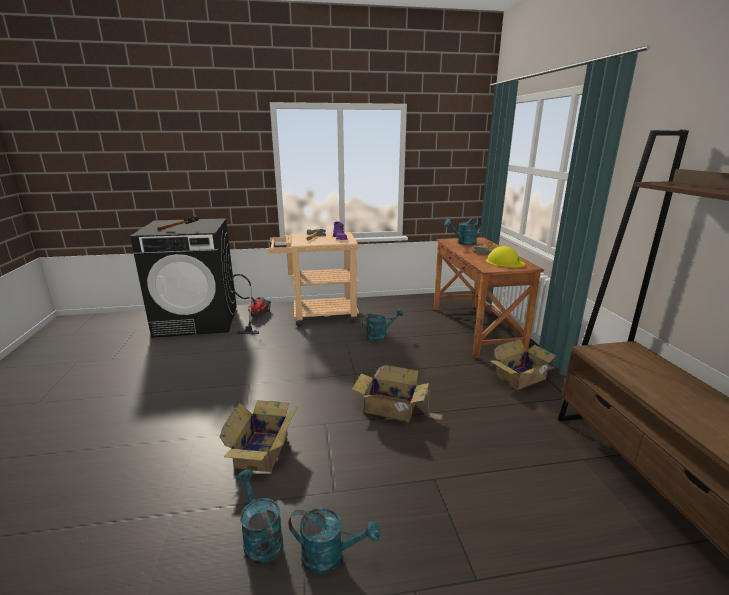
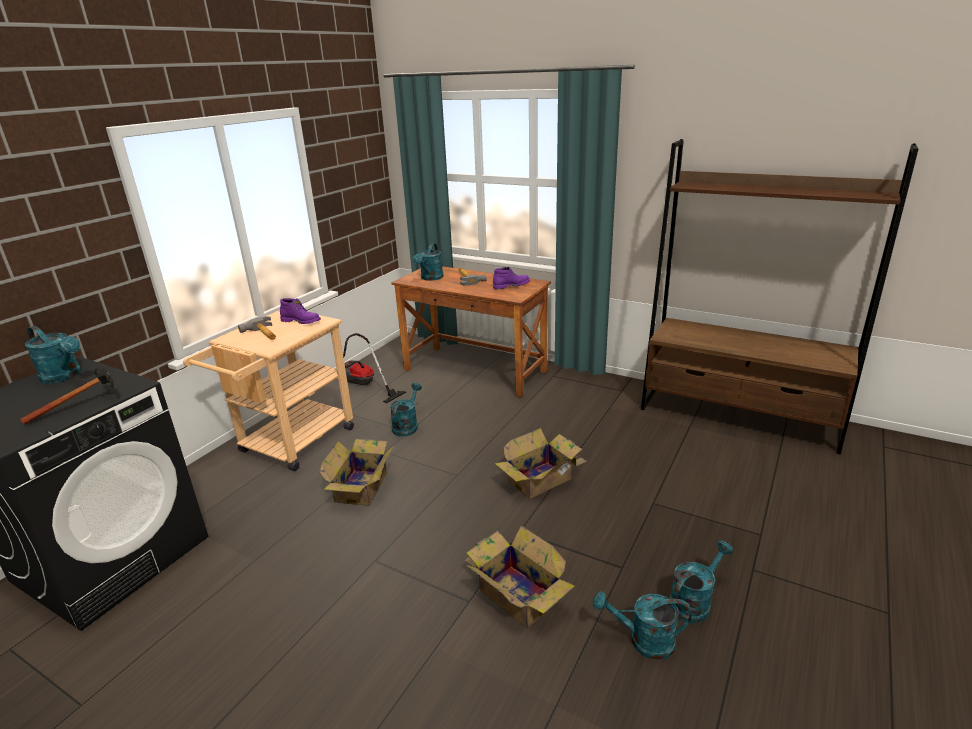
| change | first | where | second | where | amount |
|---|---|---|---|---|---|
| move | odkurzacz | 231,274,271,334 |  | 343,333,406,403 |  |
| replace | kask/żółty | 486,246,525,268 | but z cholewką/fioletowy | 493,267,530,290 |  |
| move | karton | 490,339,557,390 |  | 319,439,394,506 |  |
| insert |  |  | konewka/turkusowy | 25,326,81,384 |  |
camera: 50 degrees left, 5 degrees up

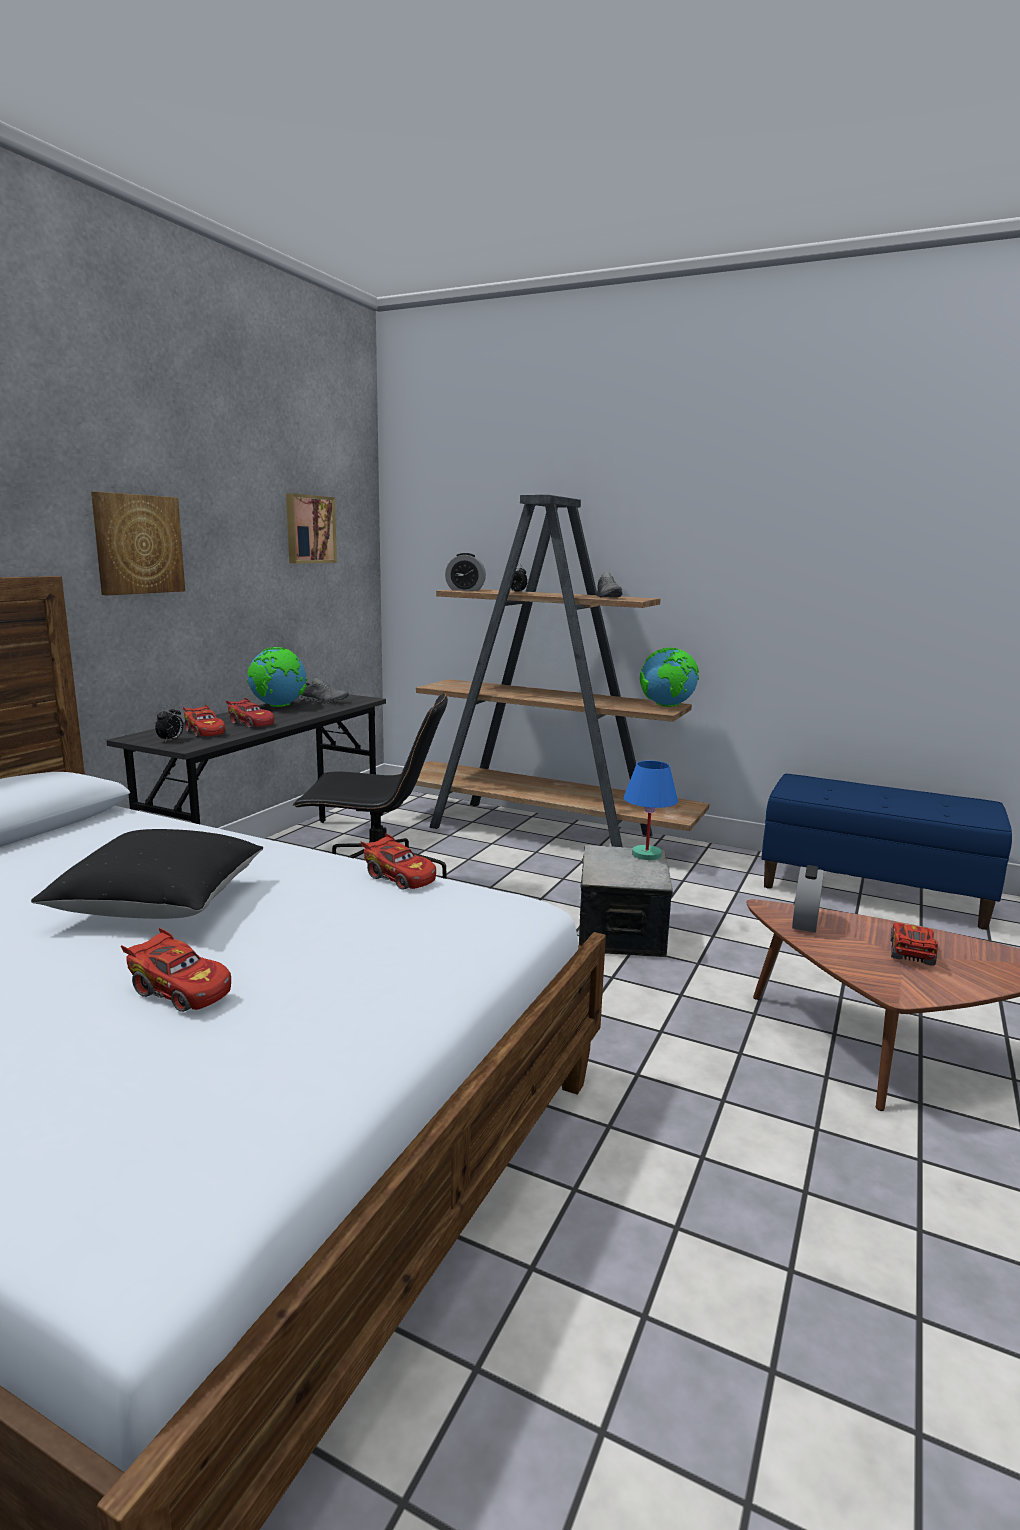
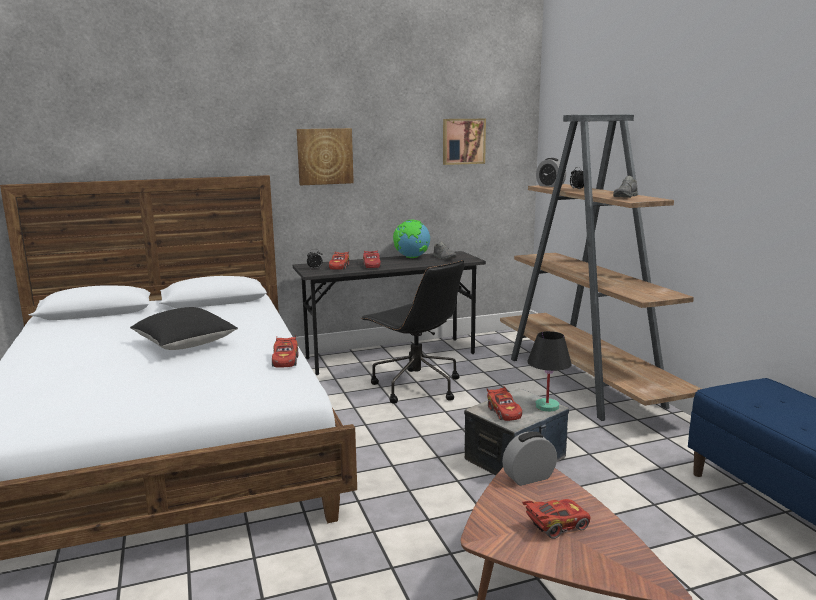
| change | first | where | second | where | amount |
|---|---|---|---|---|---|
| move | samochodzik/czerwony | 121,928,231,1012 |  | 487,386,522,421 |  |
| recolor | lampa stołowa/niebieski | 624,761,678,860 | lampa stołowa/czarny | 527,331,572,412 |  |
| delete | globus | 640,648,699,707 |  |  |  |
camera: 45 degrees right, 0 degrees up

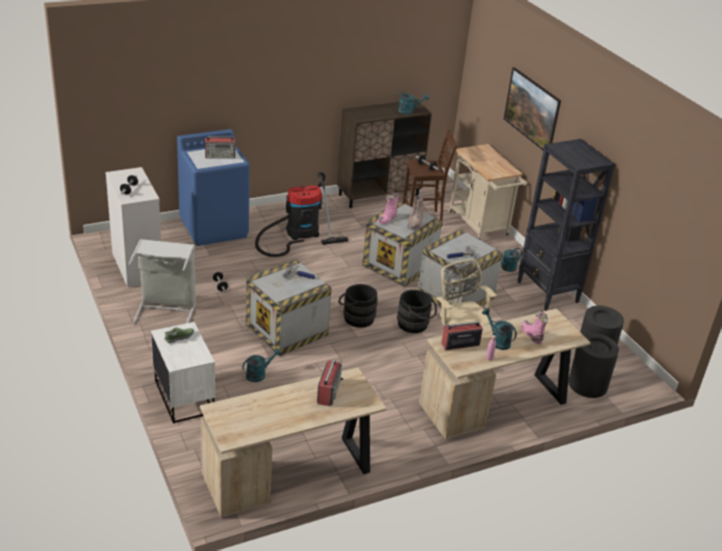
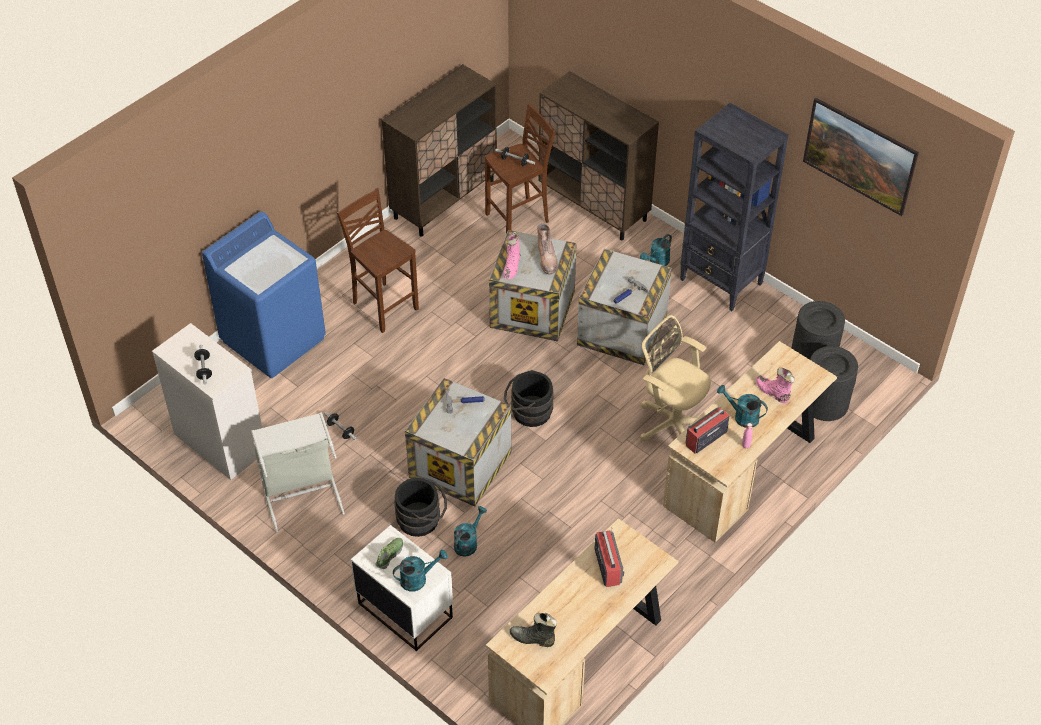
| change | first | where | second | where | amount |
|---|---|---|---|---|---|
| delete | radio | 205,136,235,158 |  |  |  |
| replace | odkurzacz | 255,172,348,257 | stołek/brązowy | 337,188,419,333 |  |
| move | konewka/turkusowy | 395,92,429,114 |  | 393,549,448,591 |  |
| move | wiadro/czarny | 397,290,437,333 |  | 394,476,447,537 |  |
| replace | wózek/beżowy | 448,144,527,240 | szafka/brązowy | 539,71,659,240 |  |
| move | obraz | 504,67,561,150 |  | 803,98,919,216 |  |
| insert |  |  | but z cholewką/czarny | 510,613,557,647 |  |
camera: 20 degrees left, 15 degrees up

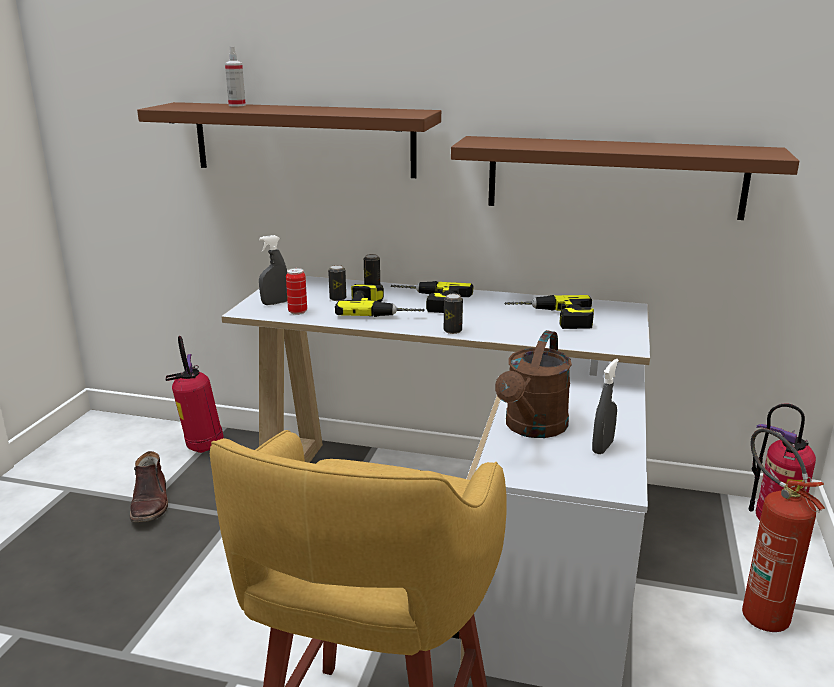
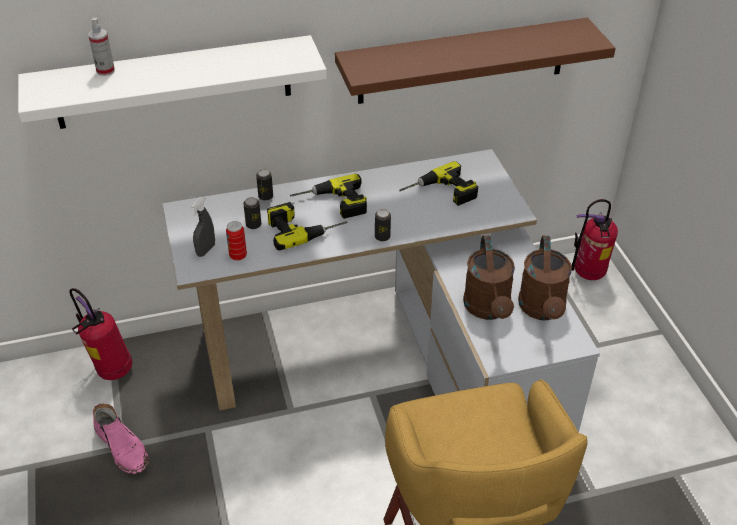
| change | first | where | second | where | amount |
|---|---|---|---|---|---|
| recolor | but z cholewką/brązowy | 130,451,168,522 | but z cholewką/różowy | 93,404,149,474 |  |
| recolor | półka/brązowy | 137,102,441,178 | półka/biały | 18,35,327,129 |  |
| replace | spryskiwacz/szary | 592,359,619,454 | konewka/brązowy | 518,236,572,320 |  |
| delete | gaśnica | 742,428,825,632 |  |  |  |
camera: 30 degrees left, 20 degrees up

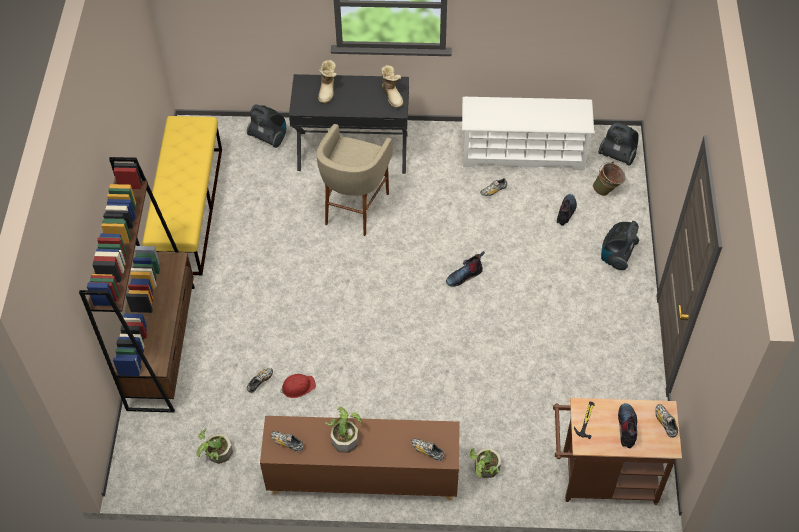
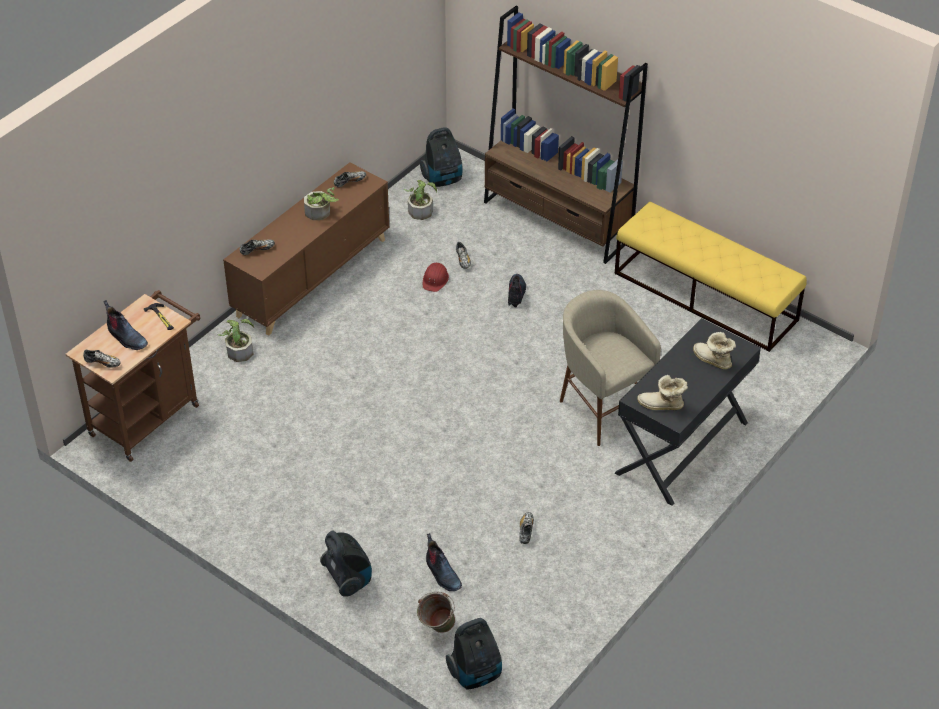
| change | first | where | second | where | amount |
|---|---|---|---|---|---|
| move | odkurzacz | 247,104,286,148 |  | 420,127,462,187 |  |
| move | but z cholewką | 446,251,485,287 |  | 508,274,526,307 |  |
| delete | regał na buty/biały | 462,97,594,170 |  |  |  |
camera: 125 degrees right, 10 degrees down

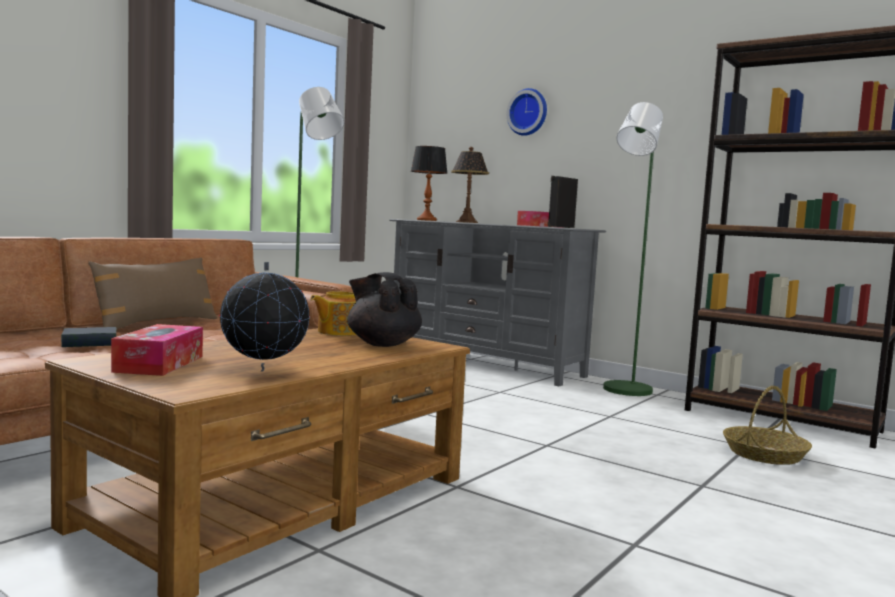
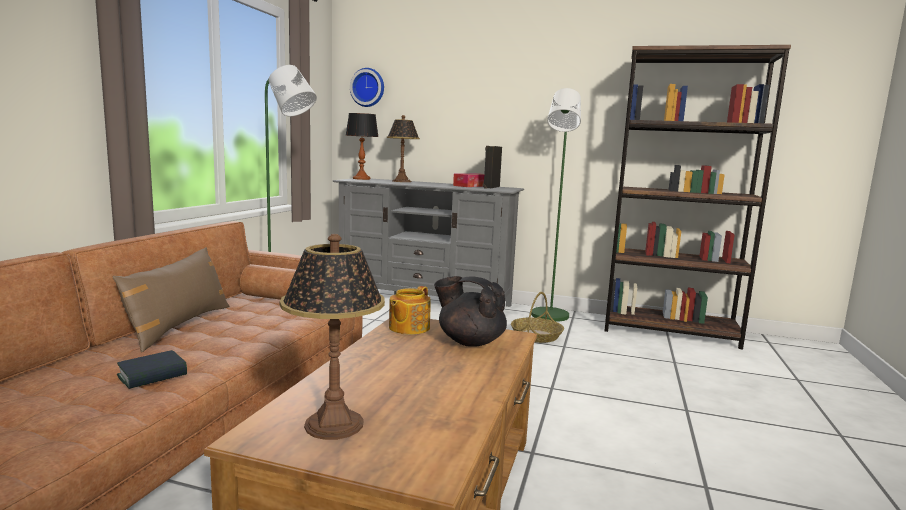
| change | first | where | second | where | amount |
|---|---|---|---|---|---|
| replace | pudełko chusteczek | 111,324,203,376 | lampa stołowa | 279,234,385,440 |  |
| delete | globus | 219,262,310,372 |  |  |  |
| move | zegar ścienny | 506,88,547,136 |  | 350,68,384,107 |  |
| move | koszyk | 723,386,812,465 |  | 511,292,564,343 |  |
camera: 20 degrees left, 5 degrees up

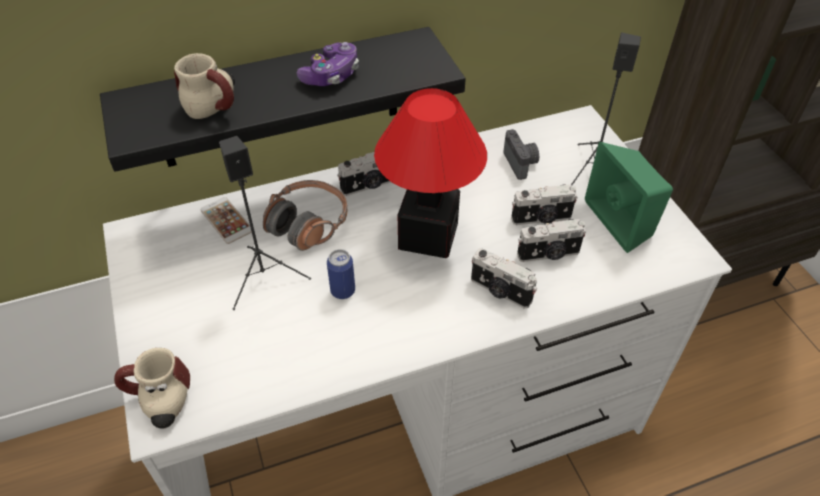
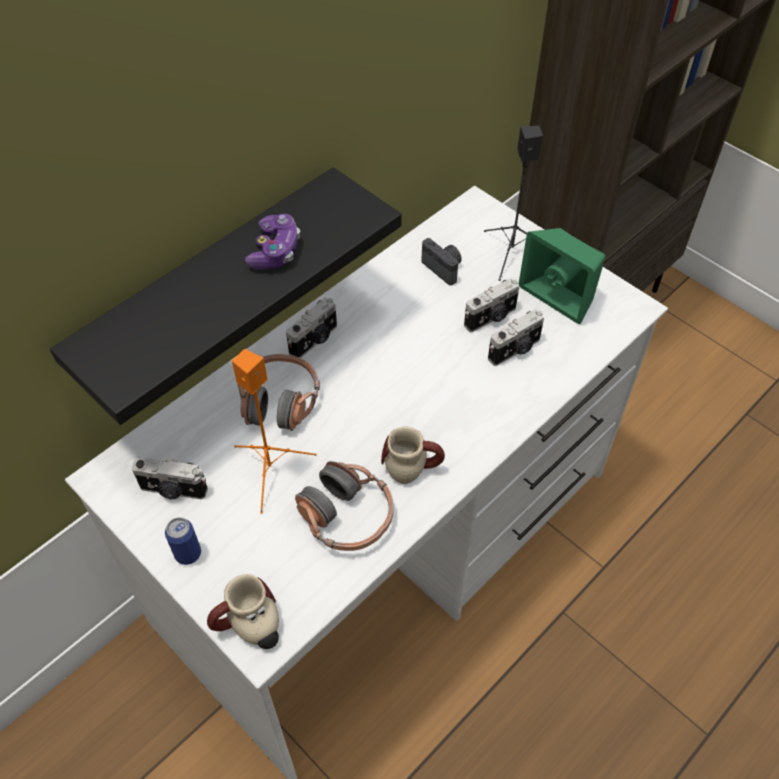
| change | first | where | second | where | amount |
|---|---|---|---|---|---|
| move | kubek | 174,53,235,119 |  | 381,427,445,484 |  |
| delete | telefon | 200,197,252,244 |  |  |  |
| recolor | głośnik/czarny | 219,136,311,310 | głośnik/pomarańczowy | 232,349,316,514 |  |
| move | puszka | 327,249,355,299 |  | 165,517,201,565 |  |
| delete | lampa stołowa | 374,88,487,258 |  |  |  |
| move | aparat fotograficzny | 471,248,537,308 |  | 132,458,208,499 |  |
| insert |  |  | słuchawki | 295,461,394,551 |  |
camera: 25 degrees left, 5 degrees up

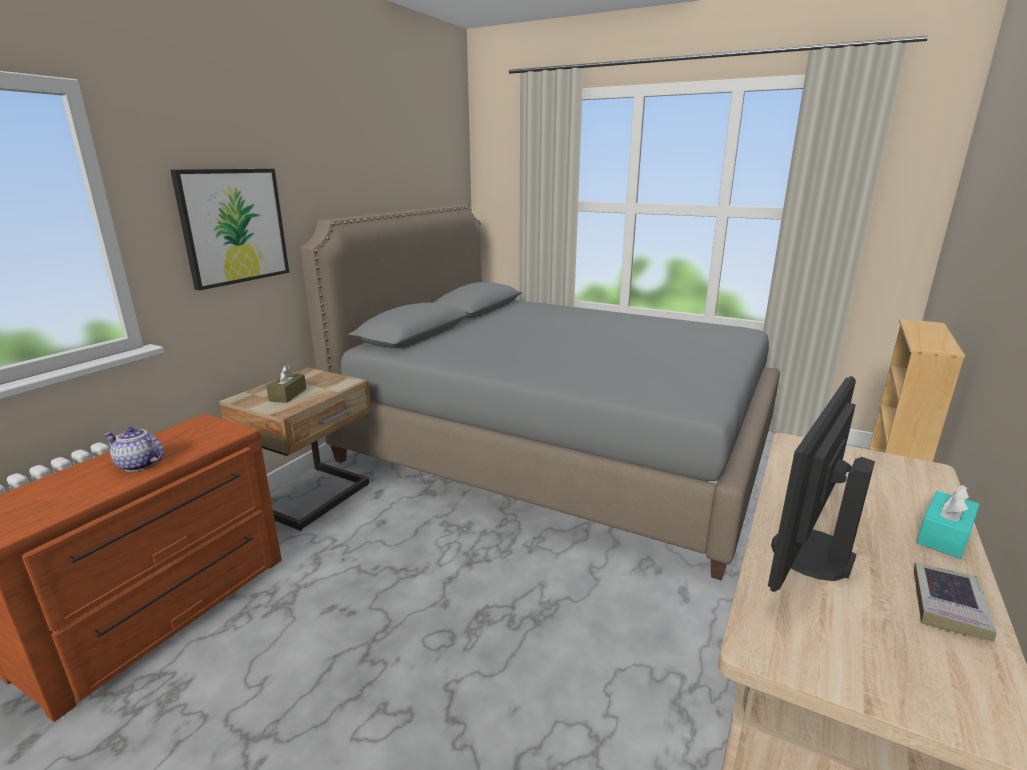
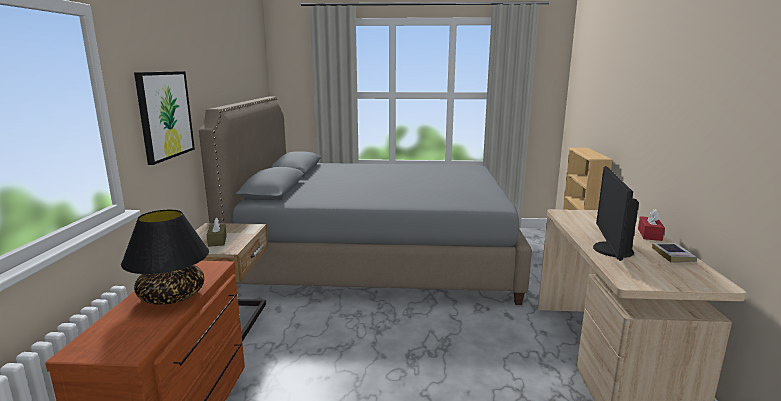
| change | first | where | second | where | amount |
|---|---|---|---|---|---|
| replace | imbryk | 104,427,164,472 | lampa stołowa/czarny | 121,210,209,305 |  |
| recolor | pudełko chusteczek/turkusowy | 916,485,980,559 | pudełko chusteczek/czerwony | 638,209,665,241 |  |
camera: 25 degrees left, 5 degrees down

